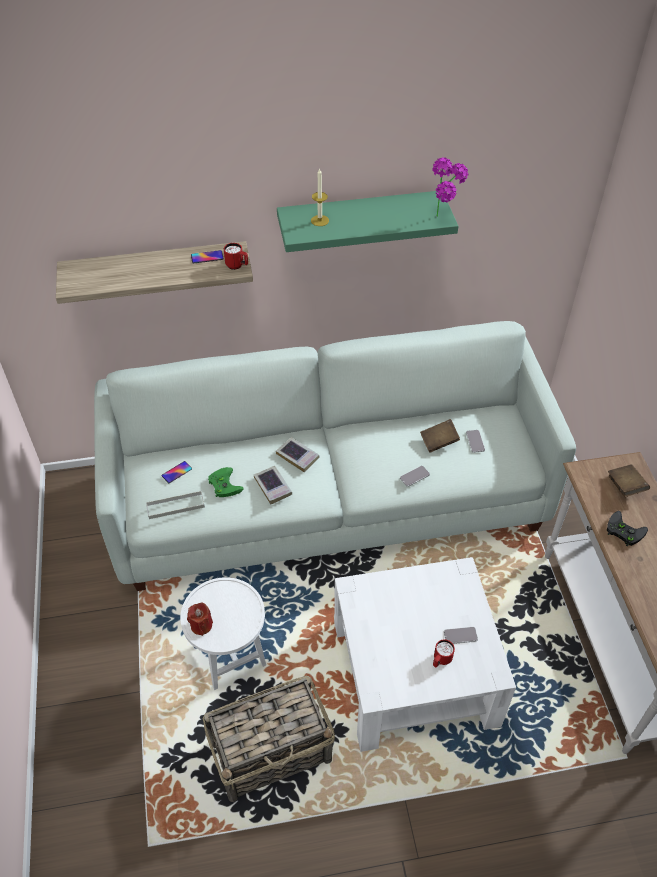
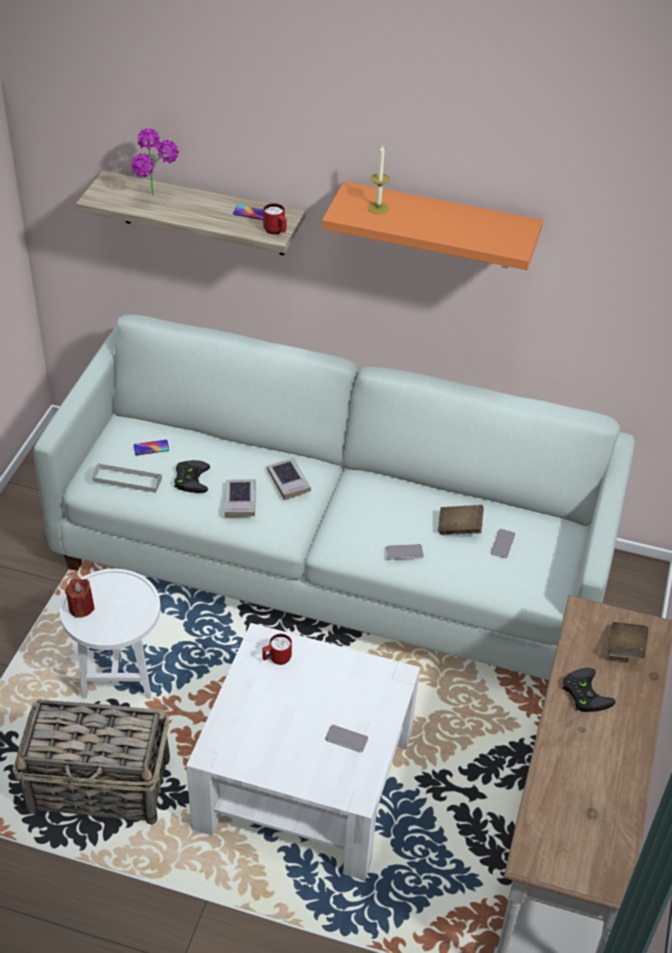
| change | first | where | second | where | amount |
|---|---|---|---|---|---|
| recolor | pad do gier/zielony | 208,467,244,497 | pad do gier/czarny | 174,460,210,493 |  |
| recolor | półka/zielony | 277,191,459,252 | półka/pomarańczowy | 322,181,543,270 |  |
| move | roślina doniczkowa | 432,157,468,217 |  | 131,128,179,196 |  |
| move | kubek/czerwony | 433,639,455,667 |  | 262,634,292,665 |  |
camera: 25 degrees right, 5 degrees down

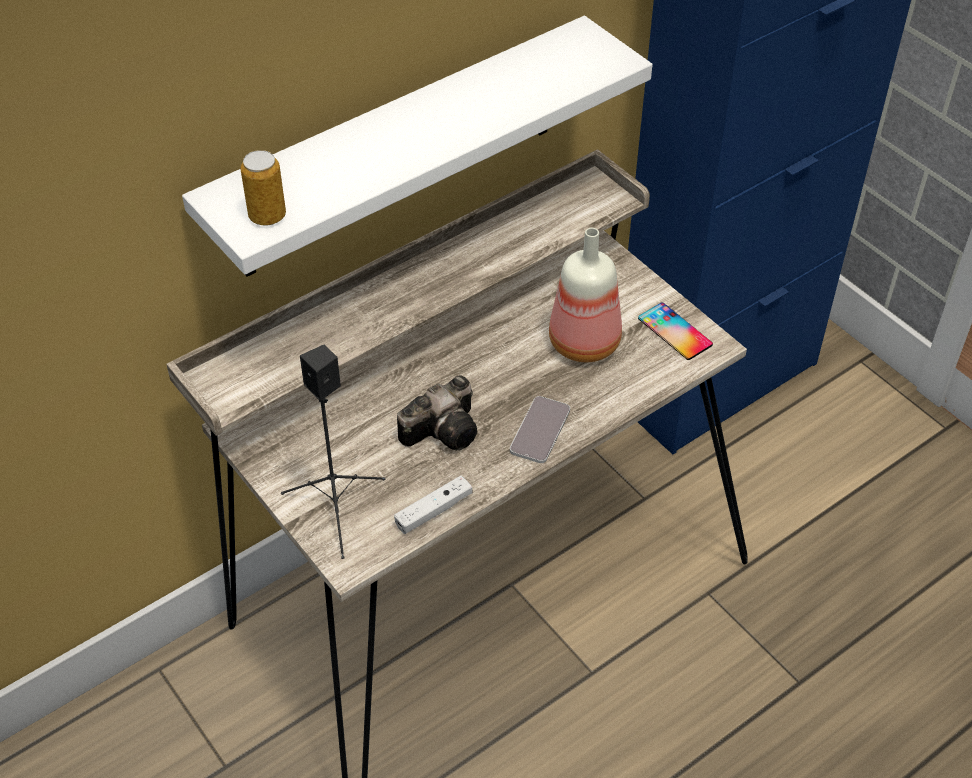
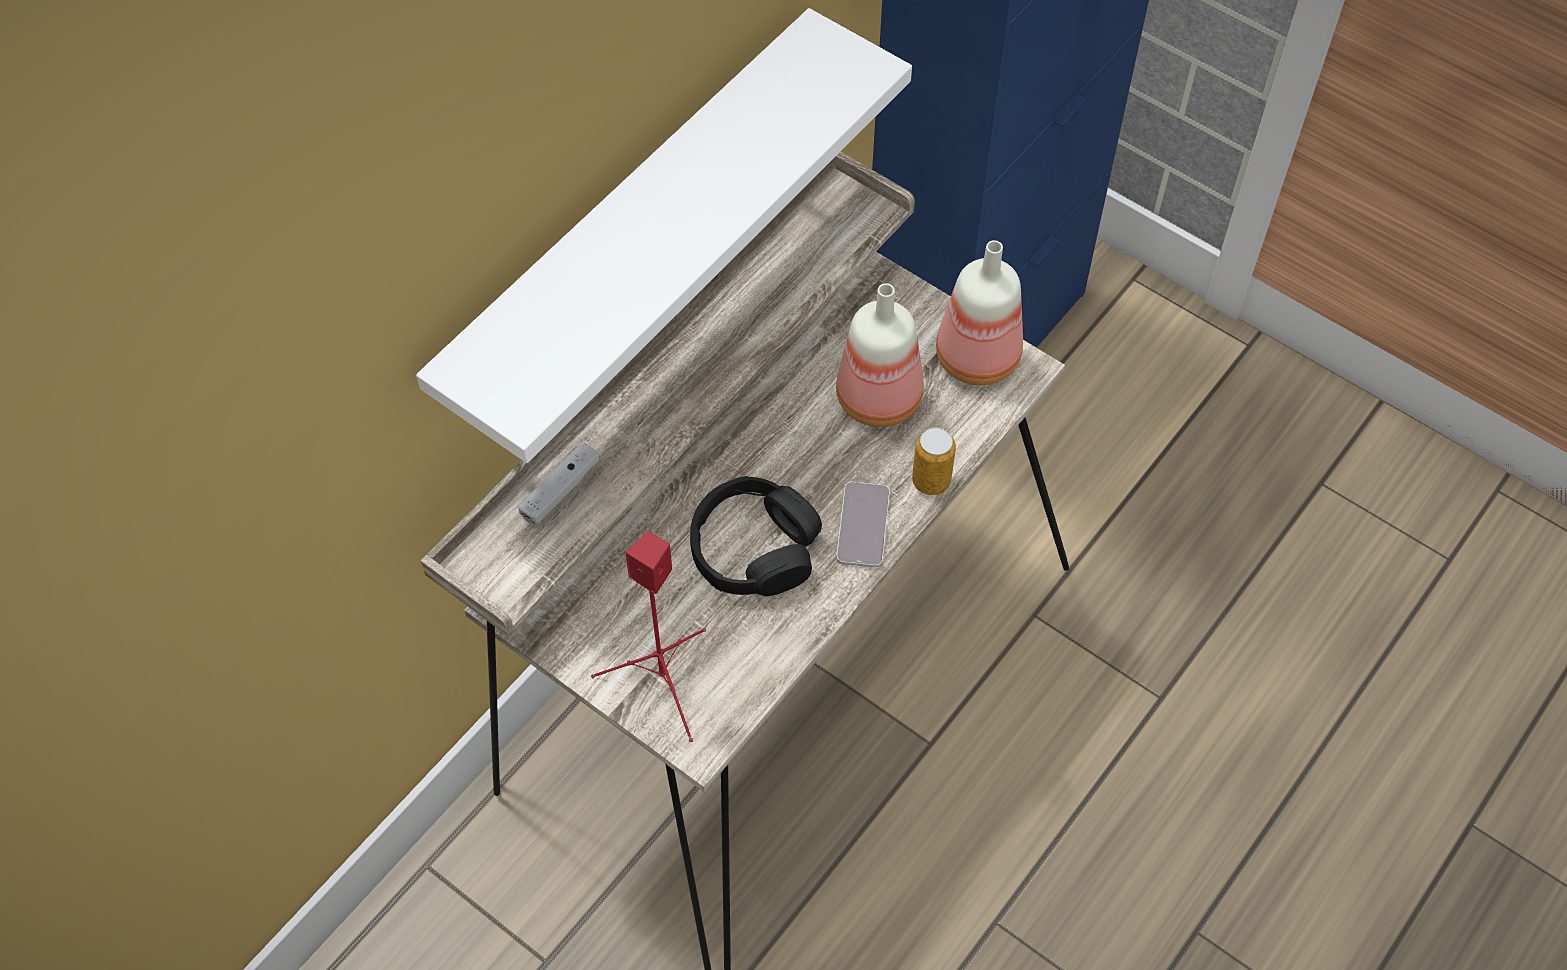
| change | first | where | second | where | amount |
|---|---|---|---|---|---|
| move | puszka | 241,150,286,226 |  | 912,427,956,495 |  |
| recolor | głośnik/czarny | 281,345,385,559 | głośnik/czerwony | 591,531,706,742 |  |
| move | pad do gier/biały | 394,475,473,534 |  | 518,442,600,526 |  |
| replace | aparat fotograficzny | 397,375,477,450 | słuchawki/czarny | 690,476,822,596 |  |
| replace | telefon | 638,302,713,360 | butelka | 936,240,1023,385 |  |
camera: 15 degrees left, 10 degrees up

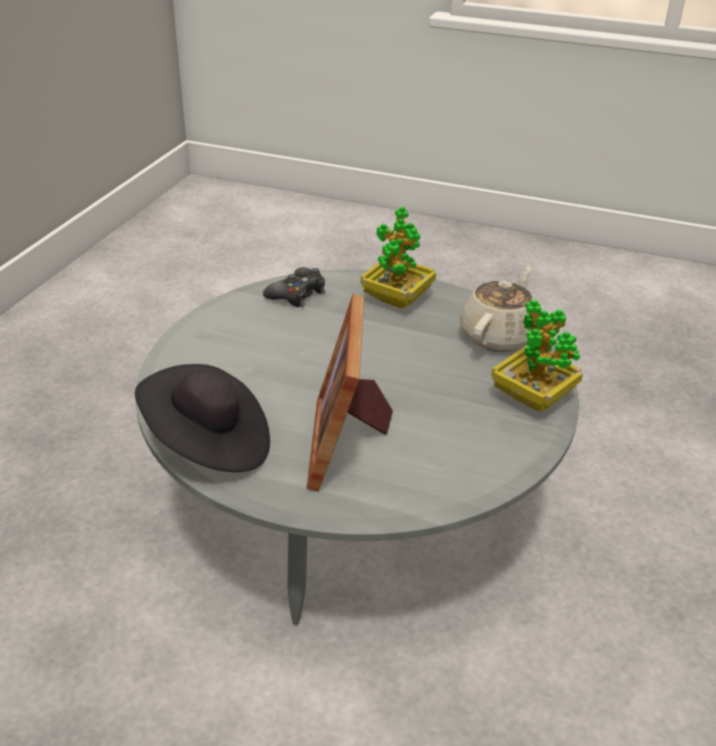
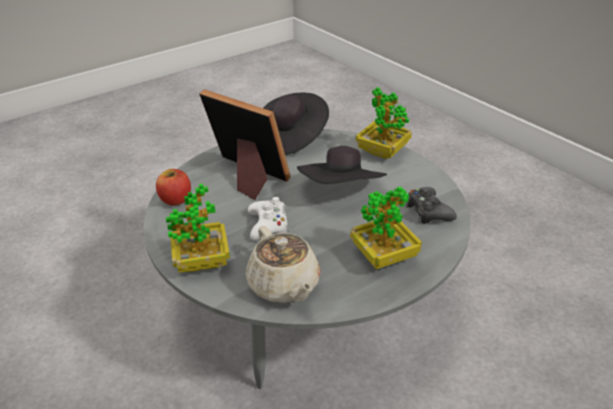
| change | first | where | second | where | amount |
|---|---|---|---|---|---|
| insert |  |  | jabłko | 156,169,191,205 |  |
| insert |  |  | pad do gier/biały | 248,197,289,240 |  |
| insert |  |  | kapelusz/czarny | 297,146,387,184 |  |
| insert |  |  | roślina doniczkowa | 356,87,412,159 |  |
camera: 125 degrees right, 0 degrees up

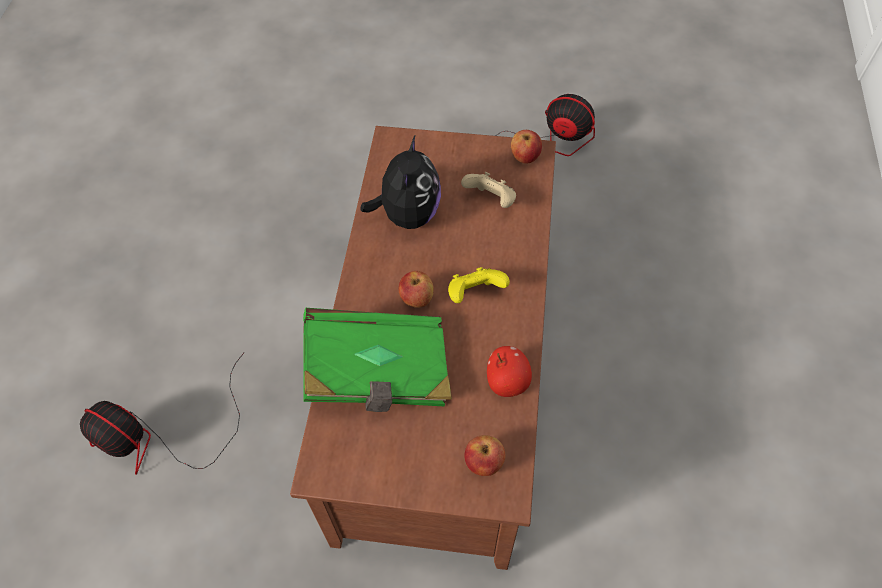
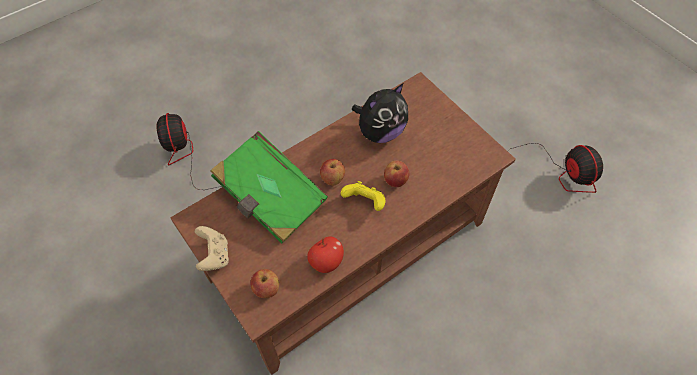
| change | first | where | second | where | amount |
|---|---|---|---|---|---|
| move | pad do gier/beżowy | 461,172,516,208 |  | 195,226,229,271 |  |
| move | jabłko | 511,130,542,164 |  | 384,160,409,187 |  |
camera: 45 degrees right, 0 degrees up

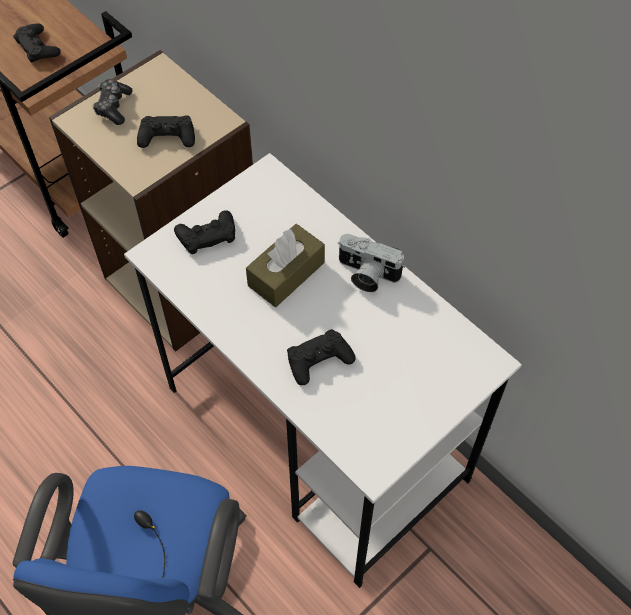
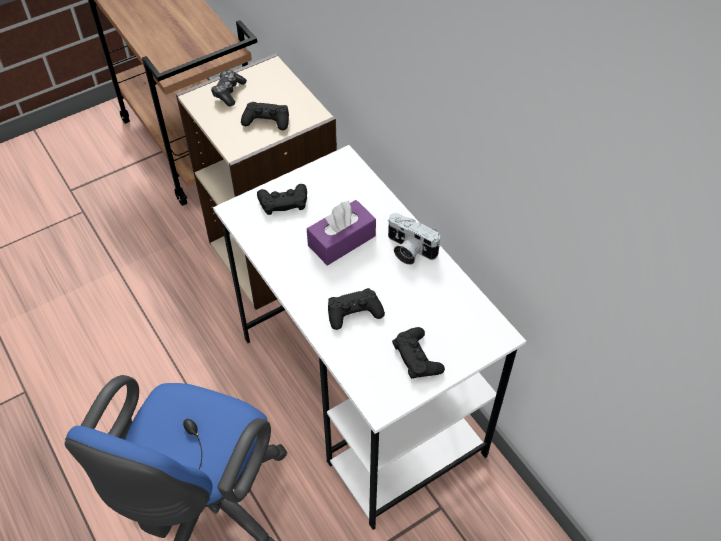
| change | first | where | second | where | amount |
|---|---|---|---|---|---|
| move | pad do gier/czarny | 13,23,60,63 |  | 392,327,445,379 |  |
| recolor | pudełko chusteczek/brązowy | 246,224,325,307 | pudełko chusteczek/fioletowy | 307,200,376,265 |  |
camera: 10 degrees right, 5 degrees down

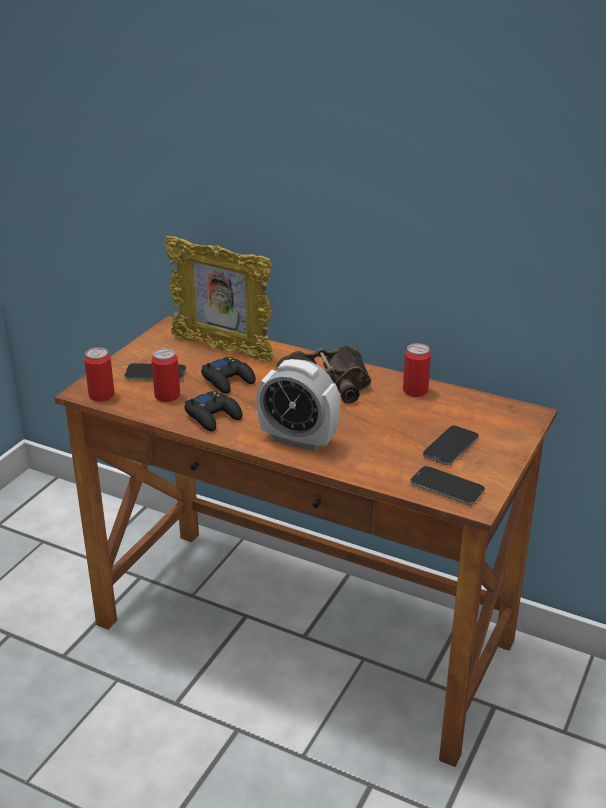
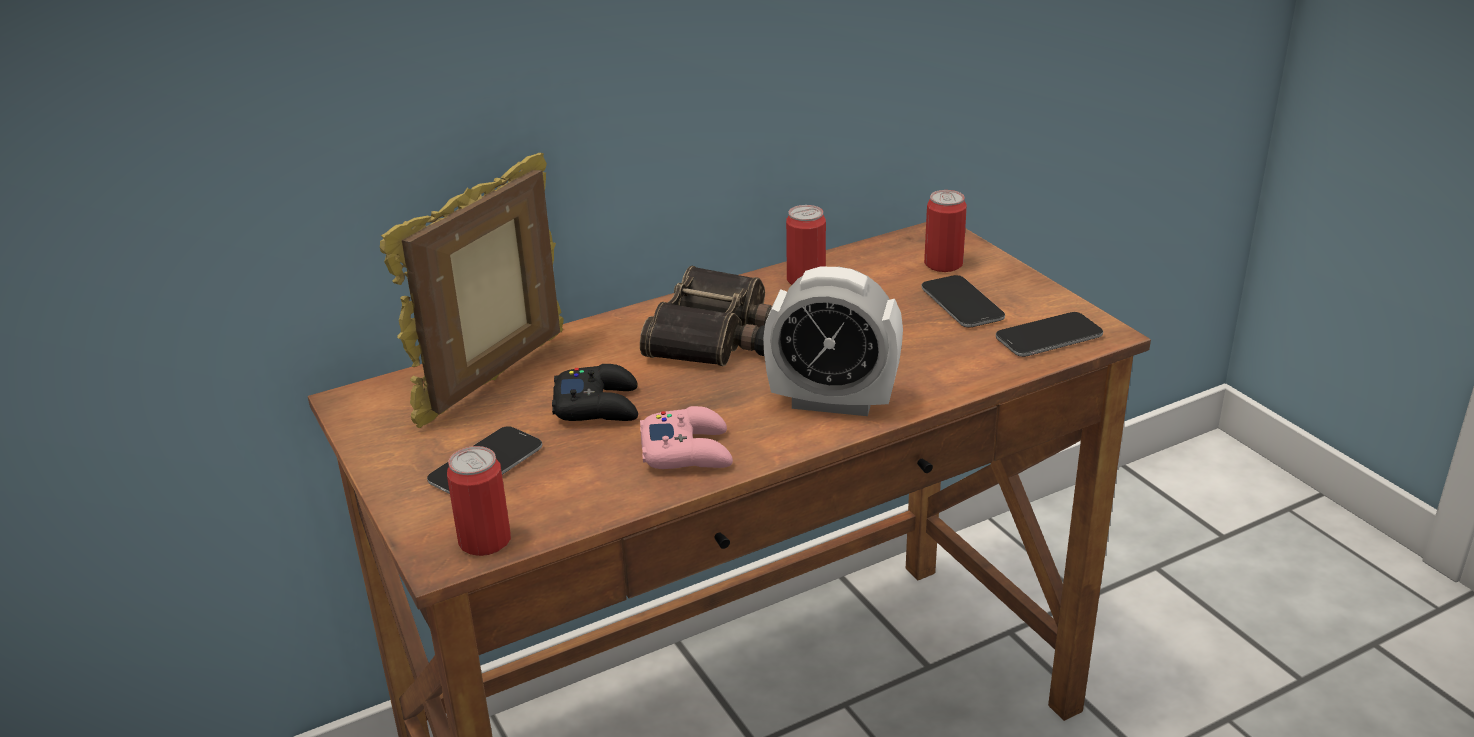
| change | first | where | second | where | amount |
|---|---|---|---|---|---|
| move | puszka | 151,348,180,402 |  | 924,190,967,272 |  |
| rotate | ramka na zdjęcie | 164,236,273,362 |  | 380,153,564,428 | 150 degrees clockwise |
| recolor | pad do gier/czarny | 184,391,243,431 | pad do gier/różowy | 640,406,733,469 |  |
| rotate | budzik | 257,359,340,451 |  | 763,266,903,416 | 45 degrees clockwise |
camera: 55 degrees left, 0 degrees up

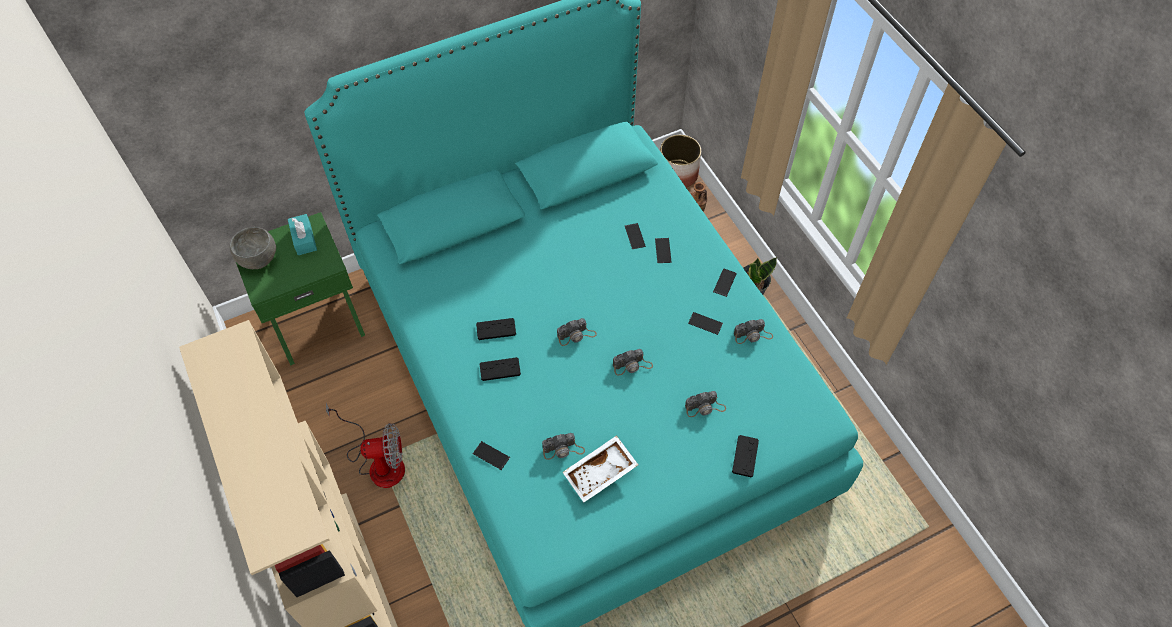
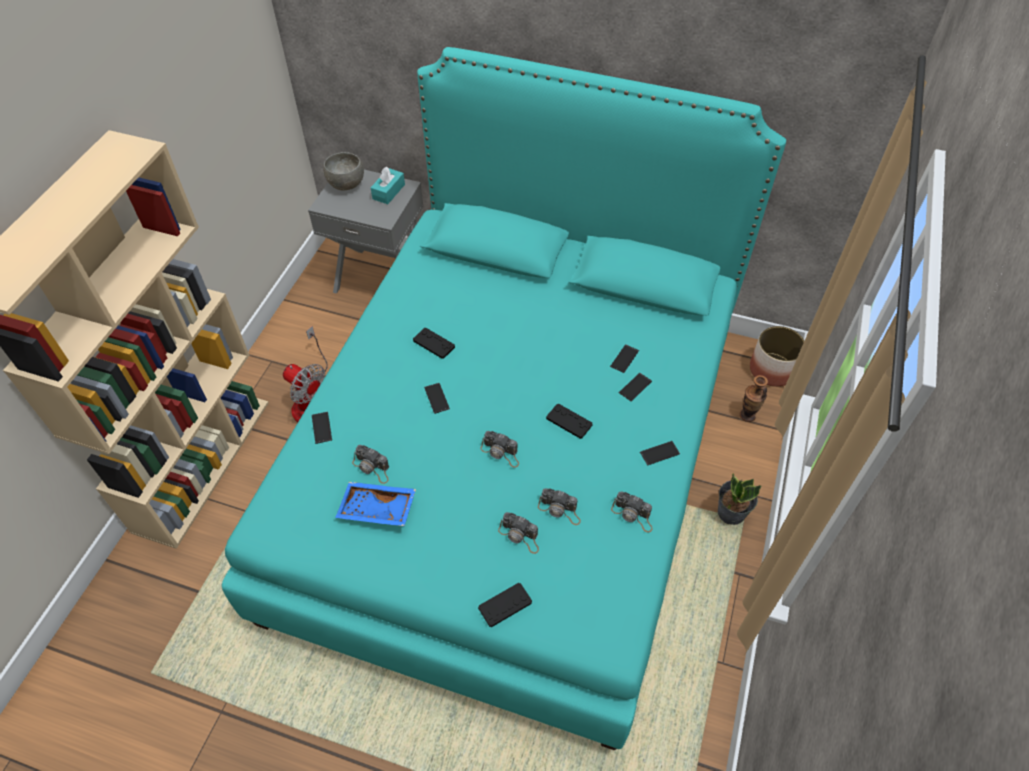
| change | first | where | second | where | amount |
|---|---|---|---|---|---|
| recolor | szafka nocna/zielony | 236,212,365,366 | szafka nocna/szary | 308,170,423,294 |  |
| move | pad do gier/czarny | 480,357,521,381 |  | 546,404,593,439 |  |
| move | aparat fotograficzny | 557,318,597,346 |  | 538,488,581,525 |  |
| recolor | taca/biały | 562,435,638,502 | taca/niebieski | 335,482,416,526 |  |
| move | telefon | 688,312,723,335 |  | 424,383,450,414 |  |
camera: 45 degrees right, 5 degrees down

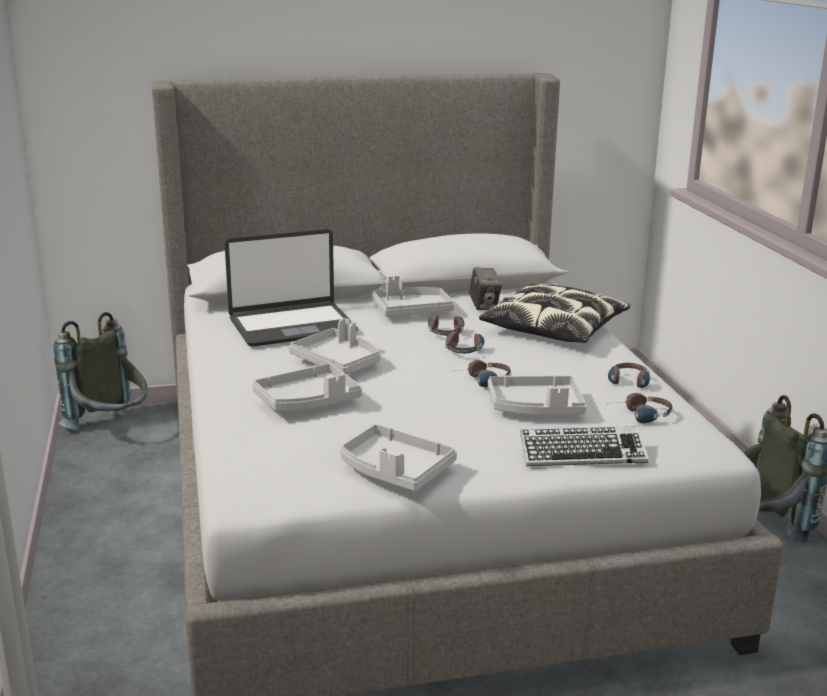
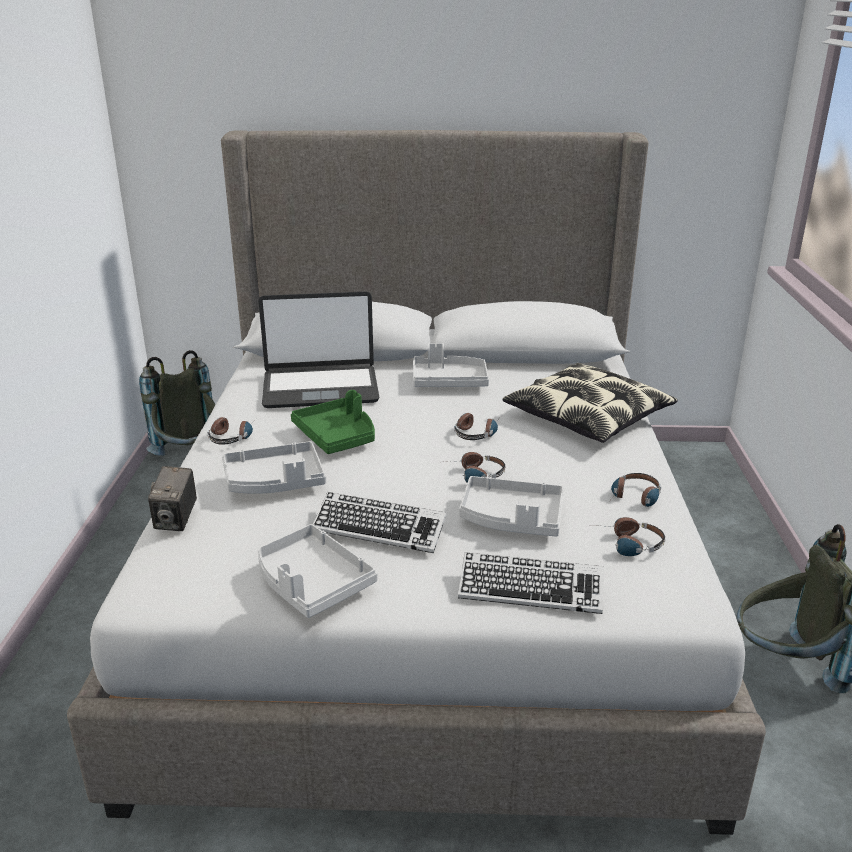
| change | first | where | second | where | amount |
|---|---|---|---|---|---|
| recolor | taca/szary | 289,318,380,374 | taca/zielony | 291,390,375,454 |  |
| move | słuchawki | 428,315,464,336 |  | 208,417,253,445 |  |
| move | aparat fotograficzny | 469,267,502,310 |  | 148,466,197,531 |  |
| insert |  |  | klawiatura | 313,492,446,553 |  |
camera: 15 degrees right, 5 degrees up

